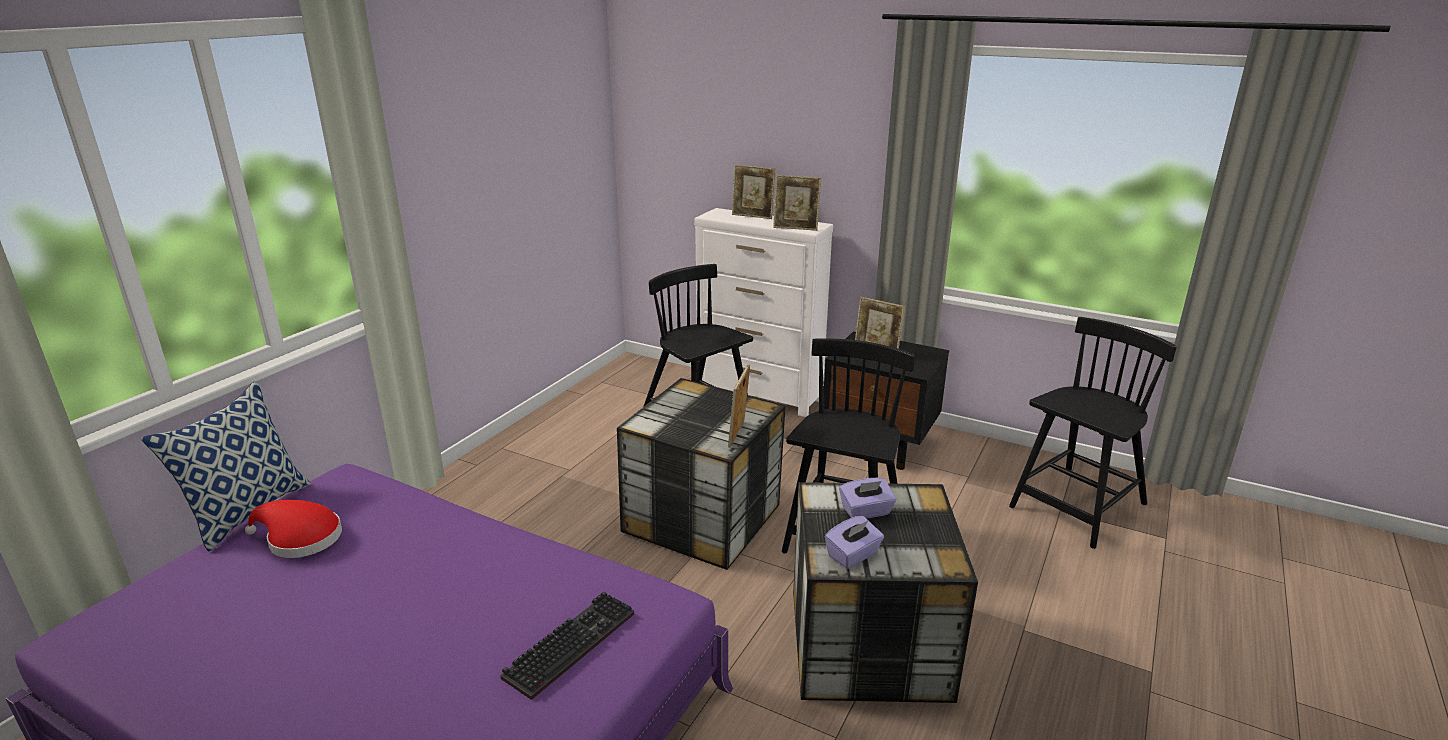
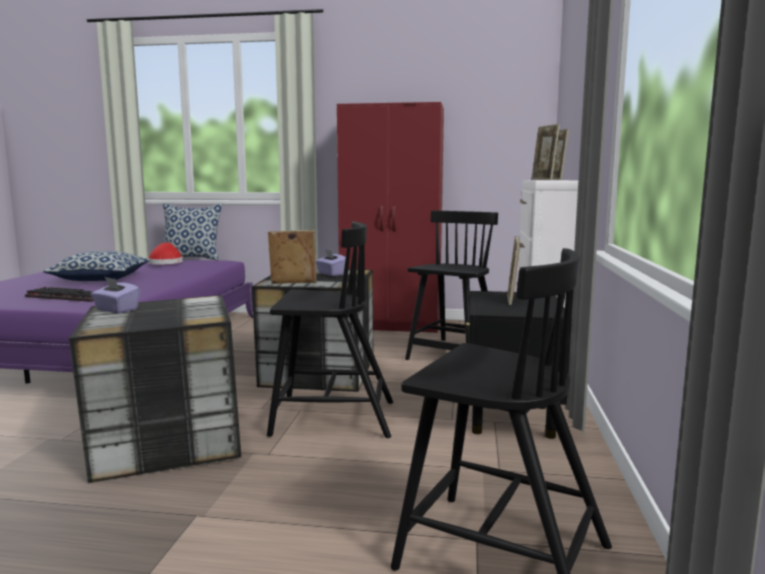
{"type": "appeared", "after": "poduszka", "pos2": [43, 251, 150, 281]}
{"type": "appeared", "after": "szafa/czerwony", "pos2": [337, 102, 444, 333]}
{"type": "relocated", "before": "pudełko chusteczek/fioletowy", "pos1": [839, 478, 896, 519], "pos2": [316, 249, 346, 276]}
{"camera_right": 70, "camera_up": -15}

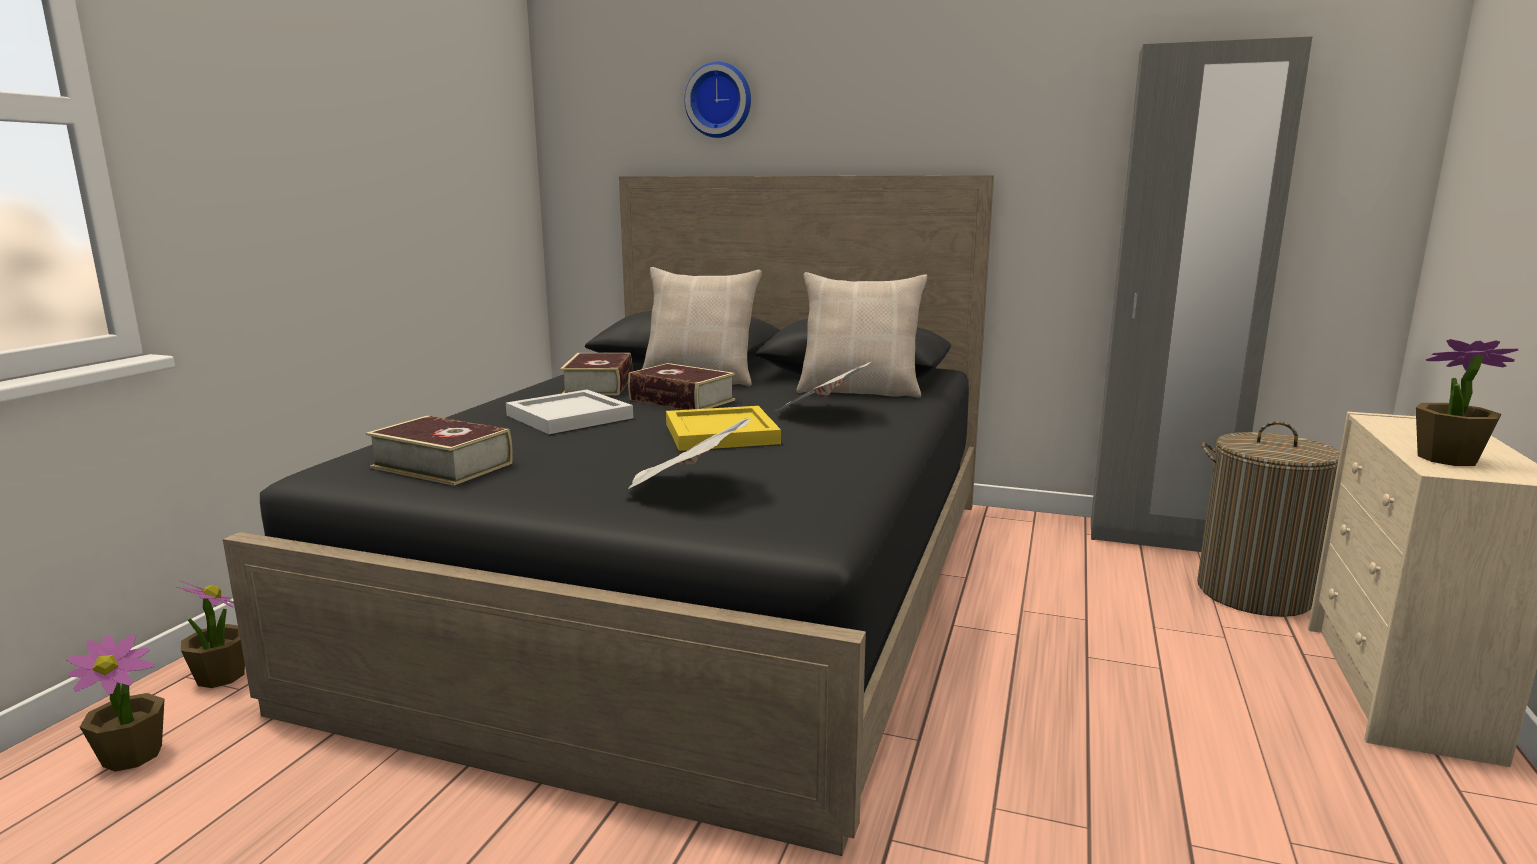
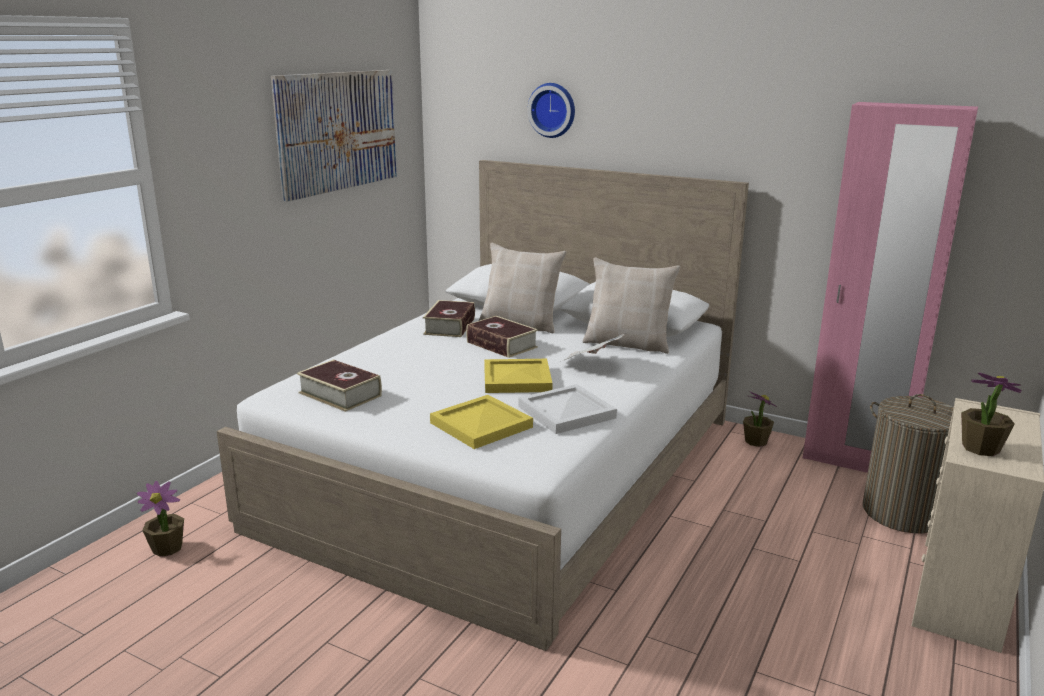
{"type": "appeared", "after": "obraz", "pos2": [271, 70, 397, 202]}
{"type": "relocated", "before": "roślina doniczkowa", "pos1": [176, 581, 245, 688], "pos2": [743, 391, 777, 447]}
{"type": "relocated", "before": "taca/biały", "pos1": [506, 390, 633, 434], "pos2": [518, 384, 617, 434]}
{"type": "exchanged", "before": "gazeta", "after": "taca/żółty", "pos1": [628, 418, 751, 488], "pos2": [430, 395, 533, 449]}
{"type": "colour", "before": "łóżko/czarny", "after": "łóżko/biały", "pos1": [223, 175, 994, 856], "pos2": [217, 160, 749, 651]}
{"type": "colour", "before": "szafa/szary", "after": "szafa/różowy", "pos1": [1091, 36, 1313, 552], "pos2": [803, 102, 978, 473]}
{"camera_right": 10, "camera_up": 5}

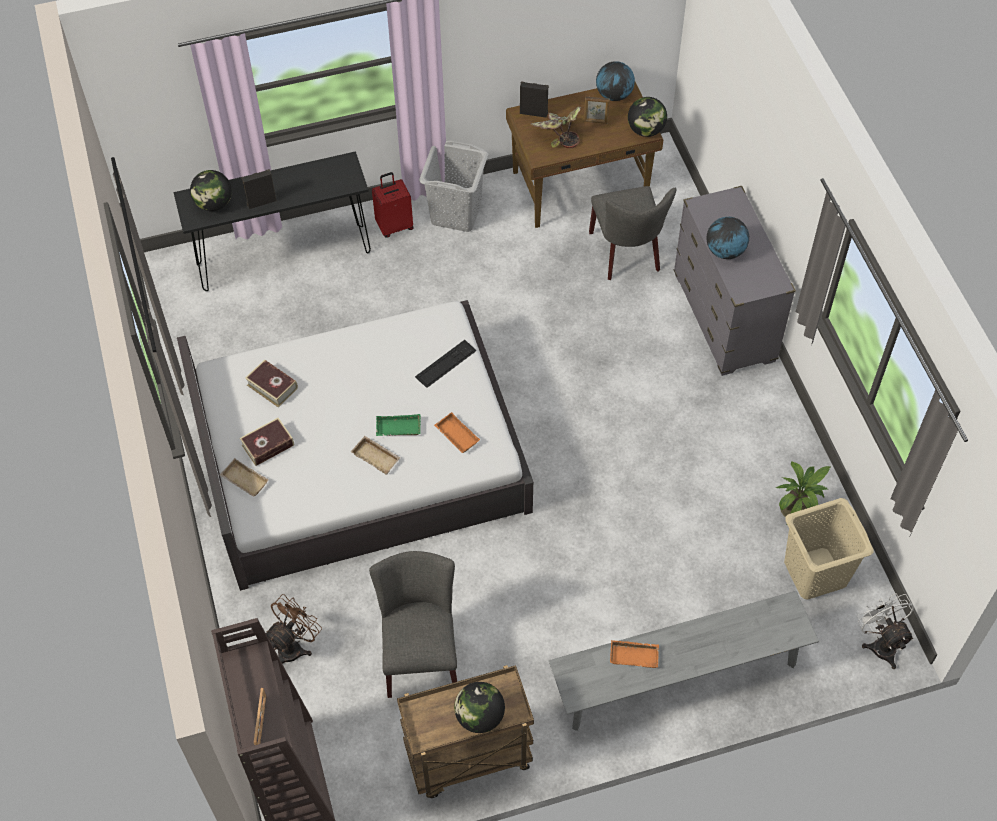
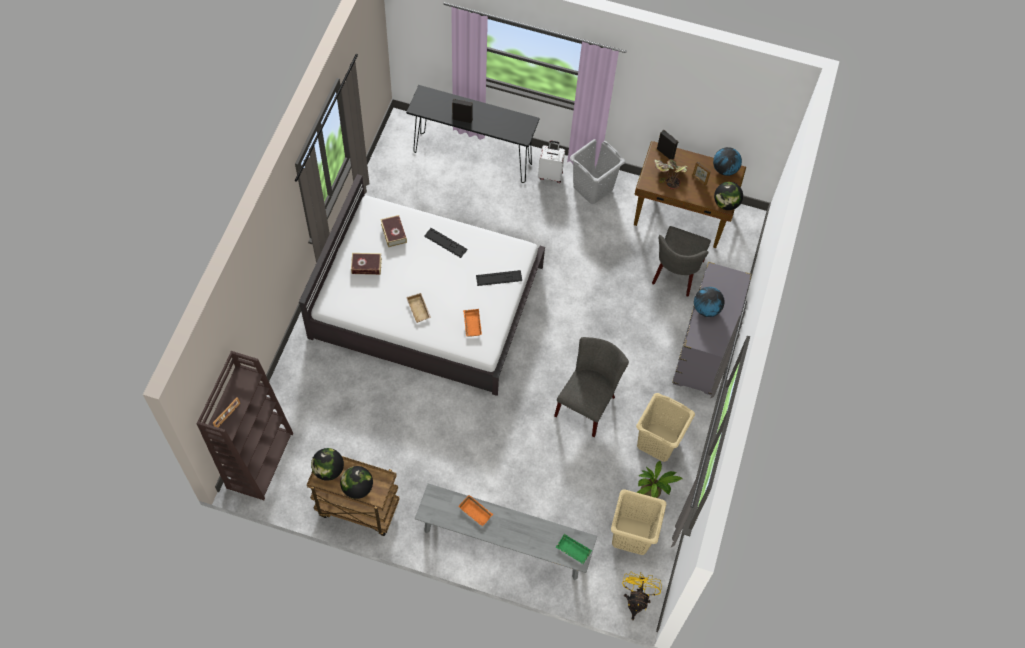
{"type": "missing", "before": "taca/beżowy", "pos1": [220, 459, 269, 497]}
{"type": "missing", "before": "wentylator/brązowy", "pos1": [266, 594, 322, 664]}
{"type": "appeared", "after": "klawiatura", "pos2": [424, 228, 468, 258]}
{"type": "appeared", "after": "kosz na pranie/beżowy", "pos2": [636, 393, 695, 462]}
{"type": "relocated", "before": "globus", "pos1": [190, 170, 232, 211], "pos2": [311, 448, 344, 481]}
{"type": "relocated", "before": "krzesło/szary", "pos1": [369, 551, 457, 698], "pos2": [554, 337, 629, 437]}
{"type": "relocated", "before": "taca/zielony", "pos1": [376, 414, 421, 436], "pos2": [556, 534, 592, 564]}
{"type": "colour", "before": "walizka/czerwony", "after": "walizka/biały", "pos1": [372, 172, 414, 238], "pos2": [538, 140, 565, 183]}
{"type": "colour", "before": "wentylator/biały", "after": "wentylator/żółty", "pos1": [858, 593, 914, 669], "pos2": [622, 572, 662, 620]}
{"camera_right": 30, "camera_up": 5}

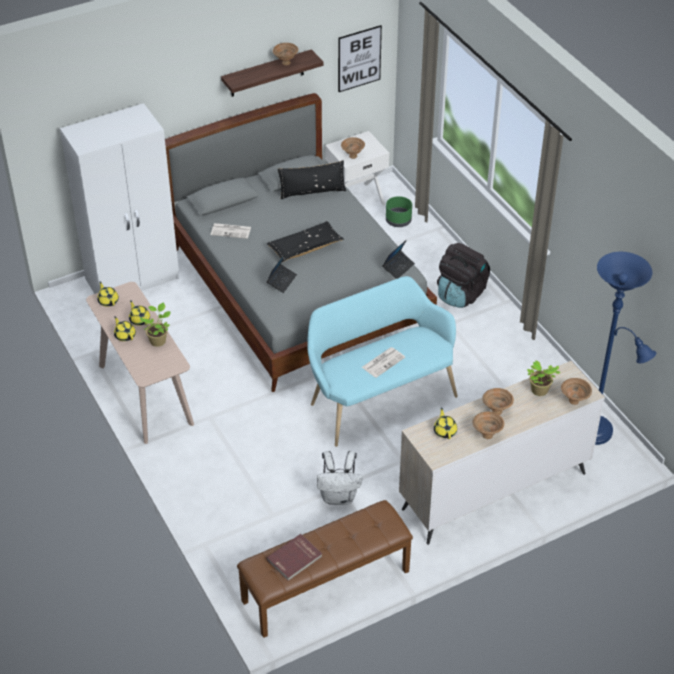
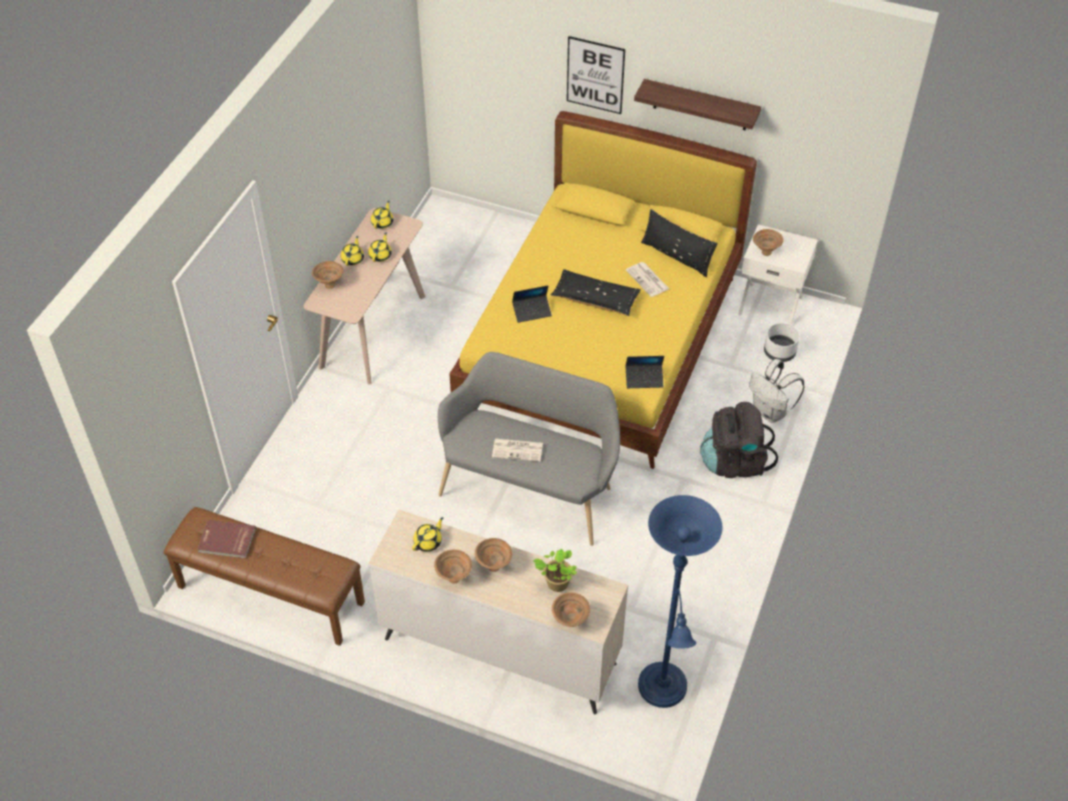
{"type": "missing", "before": "szafa/biały", "pos1": [60, 103, 179, 294]}
{"type": "missing", "before": "roślina doniczkowa", "pos1": [139, 302, 171, 347]}
{"type": "relocated", "before": "gazeta", "pos1": [211, 223, 251, 239], "pos2": [626, 262, 669, 297]}
{"type": "relocated", "before": "miska/brązowy", "pos1": [273, 43, 298, 66], "pos2": [312, 261, 344, 289]}
{"type": "relocated", "before": "plecak/biały", "pos1": [317, 451, 363, 505], "pos2": [749, 359, 805, 423]}
{"type": "relocated", "before": "obraz", "pos1": [338, 25, 382, 92], "pos2": [567, 36, 625, 114]}
{"type": "colour", "before": "łóżko/szary", "after": "łóżko/żółty", "pos1": [165, 93, 437, 392], "pos2": [449, 111, 757, 469]}
{"type": "colour", "before": "ławka/turkusowy", "after": "ławka/szary", "pos1": [307, 276, 458, 447], "pos2": [438, 352, 620, 546]}
{"type": "colour", "before": "donica/zielony", "after": "donica/biały", "pos1": [386, 196, 412, 227], "pos2": [764, 323, 800, 362]}
{"camera_right": 50, "camera_up": 5}

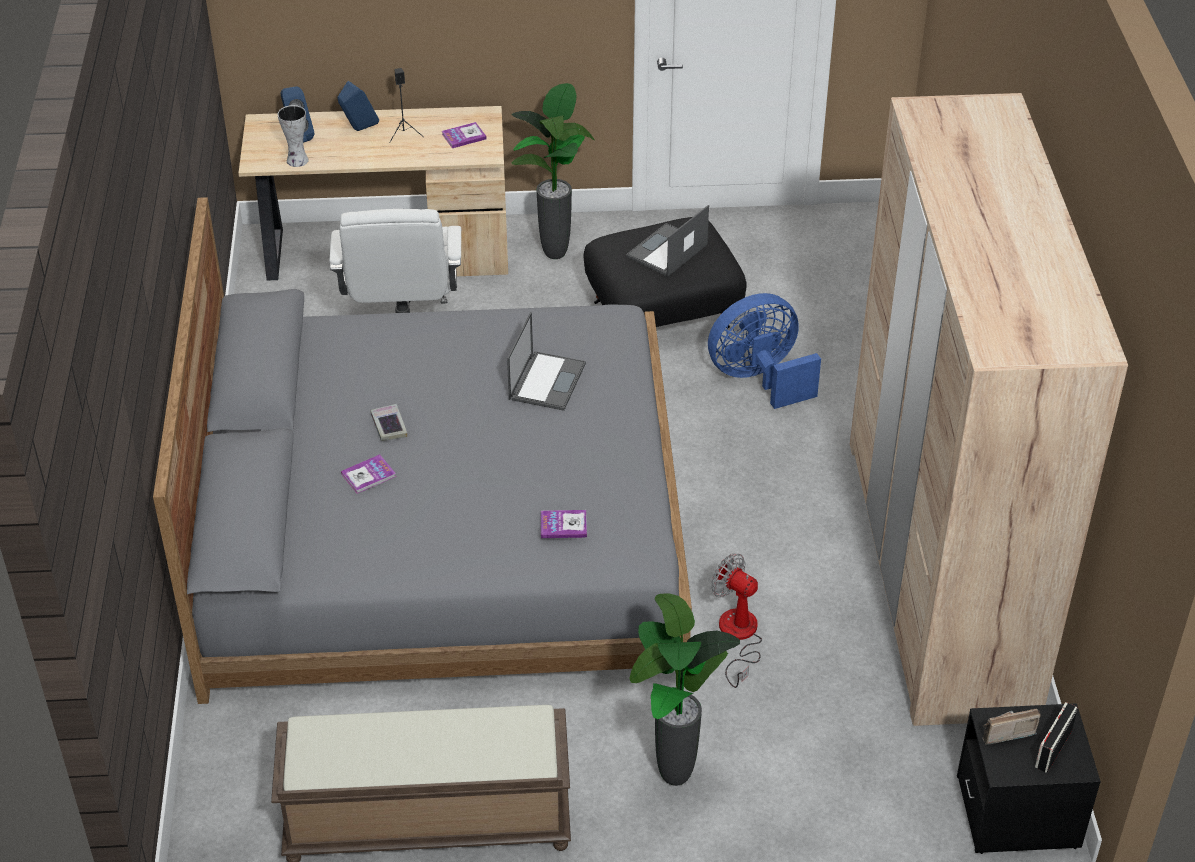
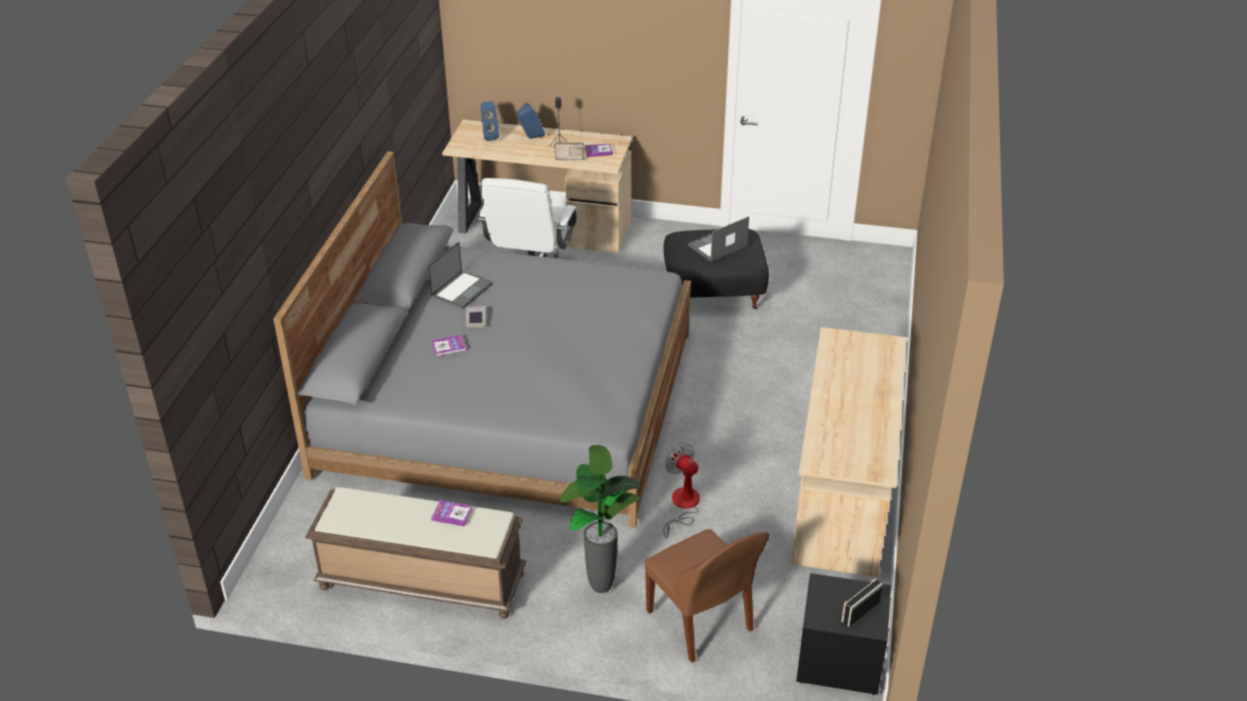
{"type": "missing", "before": "wazon", "pos1": [278, 105, 309, 167]}
{"type": "missing", "before": "roślina doniczkowa", "pos1": [511, 83, 595, 259]}
{"type": "missing", "before": "wentylator/niebieski", "pos1": [708, 293, 821, 409]}
{"type": "appeared", "after": "krzesło/brązowy", "pos2": [644, 529, 770, 663]}
{"type": "relocated", "before": "laptop", "pos1": [507, 312, 586, 411], "pos2": [427, 242, 493, 309]}
{"type": "relocated", "before": "książka", "pos1": [541, 510, 587, 538], "pos2": [431, 500, 473, 526]}
{"type": "relocated", "before": "radio", "pos1": [982, 709, 1041, 745], "pos2": [554, 142, 584, 160]}
{"type": "exchanged", "before": "szafa/beżowy", "after": "biurko/beżowy", "pos1": [850, 93, 1128, 726], "pos2": [792, 327, 907, 577]}
{"camera_right": 15, "camera_up": -5}

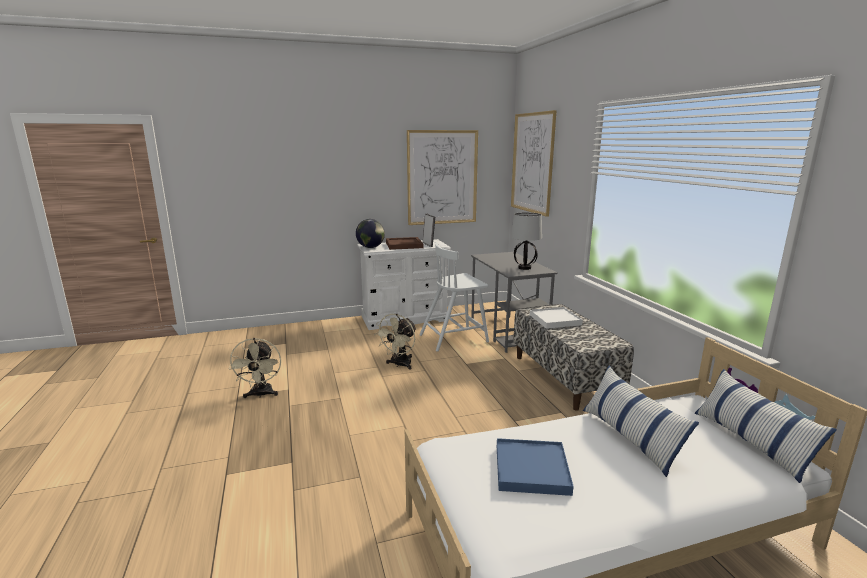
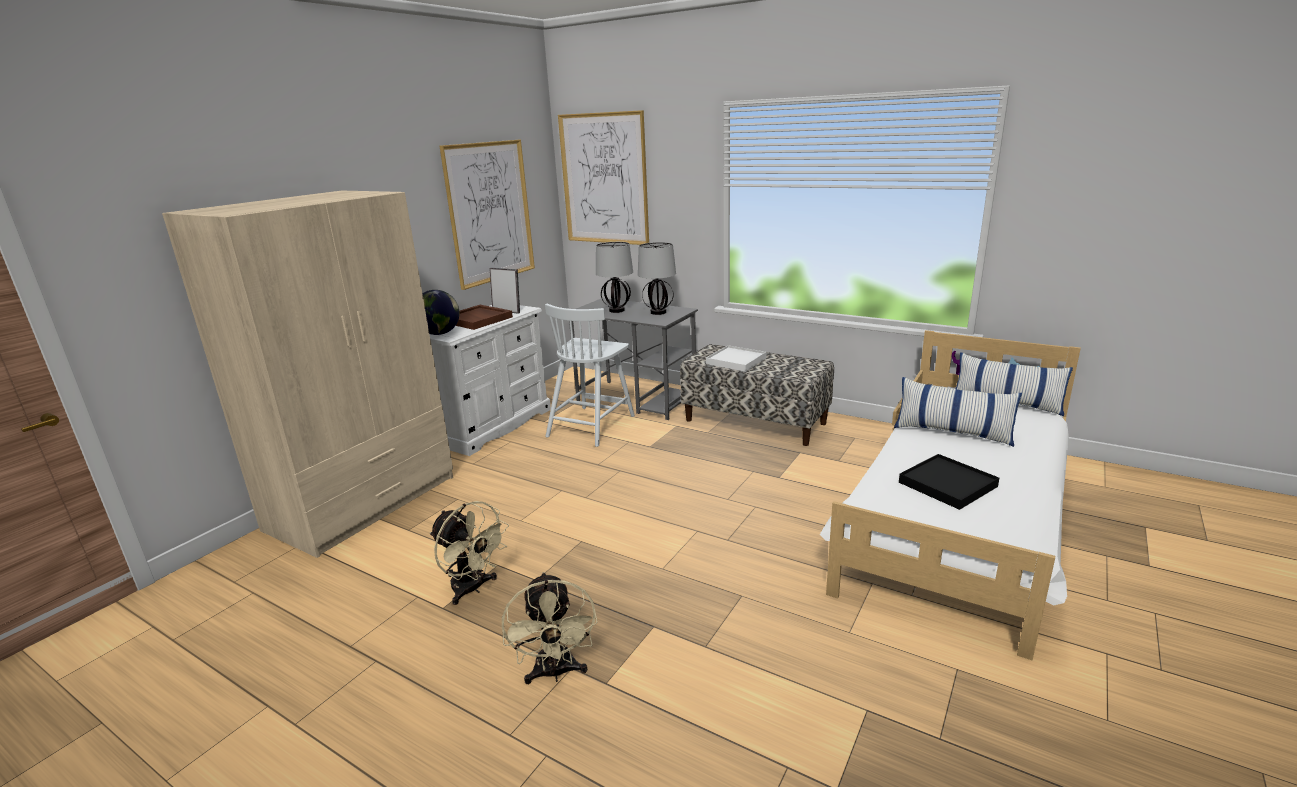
{"type": "appeared", "after": "szafa/beżowy", "pos2": [162, 191, 453, 558]}
{"type": "appeared", "after": "lampa stołowa", "pos2": [596, 242, 633, 313]}
{"type": "relocated", "before": "wentylator/beżowy", "pos1": [374, 314, 417, 370], "pos2": [502, 572, 597, 684]}
{"type": "colour", "before": "taca/niebieski", "after": "taca/czarny", "pos1": [497, 438, 574, 496], "pos2": [899, 454, 999, 510]}
{"camera_right": -40, "camera_up": 5}

